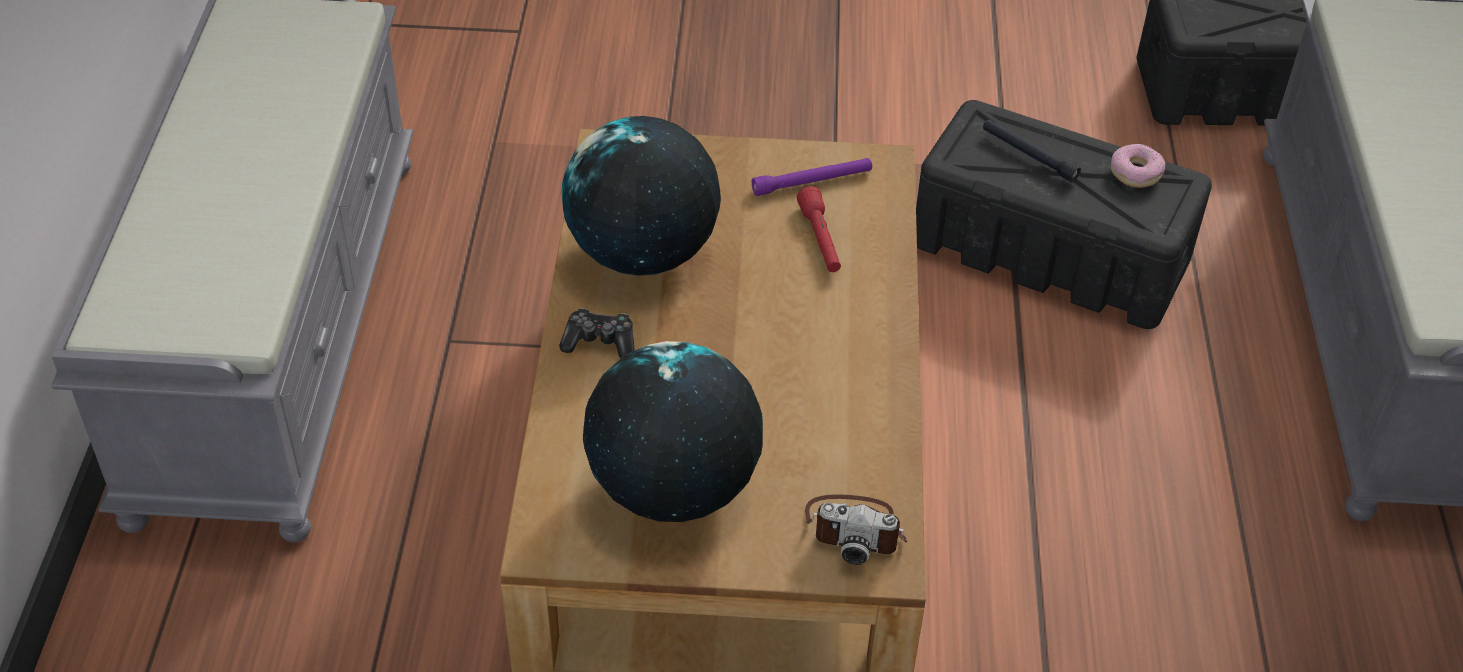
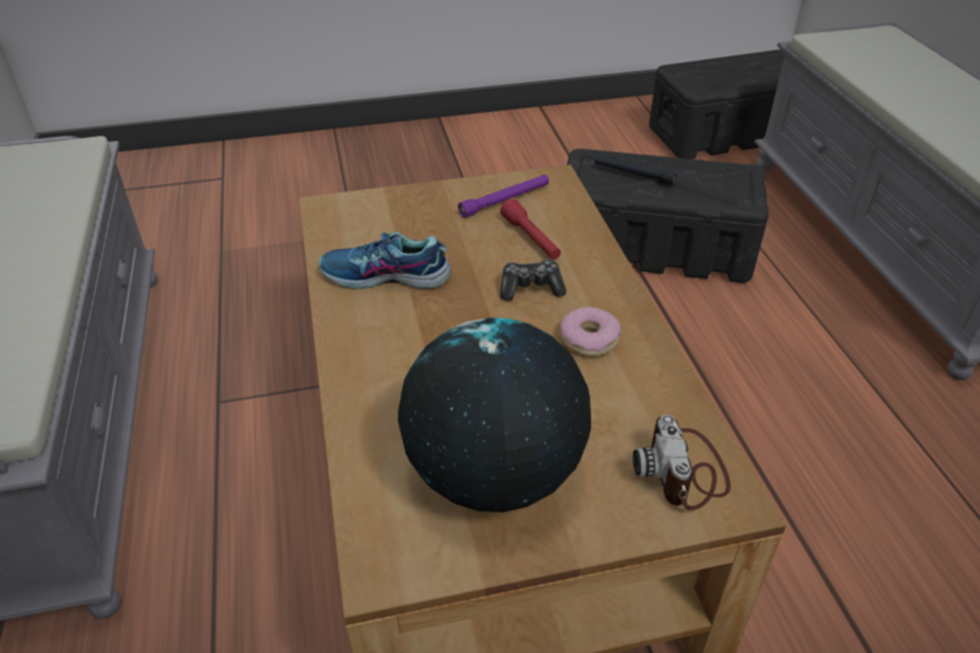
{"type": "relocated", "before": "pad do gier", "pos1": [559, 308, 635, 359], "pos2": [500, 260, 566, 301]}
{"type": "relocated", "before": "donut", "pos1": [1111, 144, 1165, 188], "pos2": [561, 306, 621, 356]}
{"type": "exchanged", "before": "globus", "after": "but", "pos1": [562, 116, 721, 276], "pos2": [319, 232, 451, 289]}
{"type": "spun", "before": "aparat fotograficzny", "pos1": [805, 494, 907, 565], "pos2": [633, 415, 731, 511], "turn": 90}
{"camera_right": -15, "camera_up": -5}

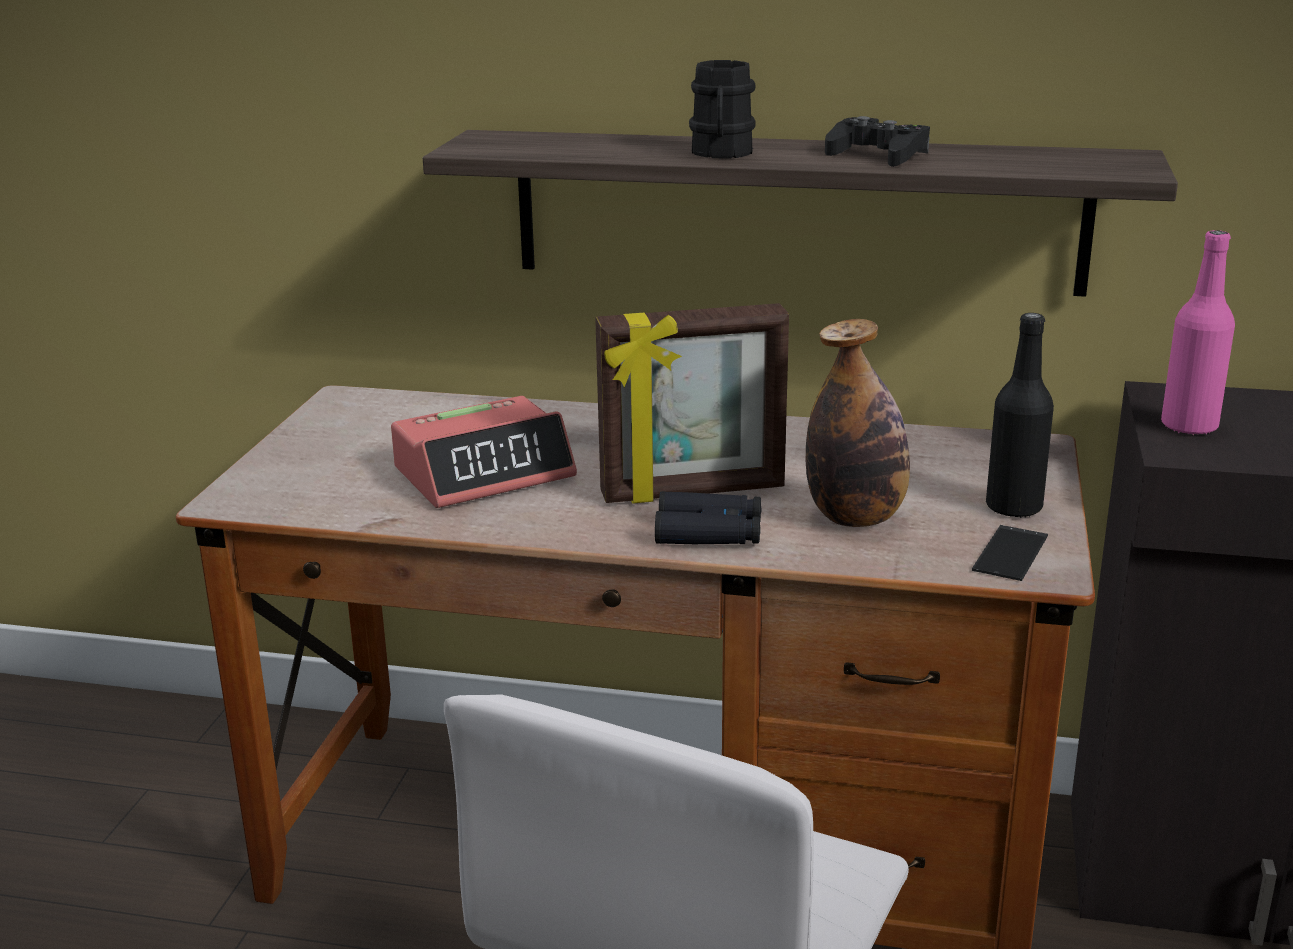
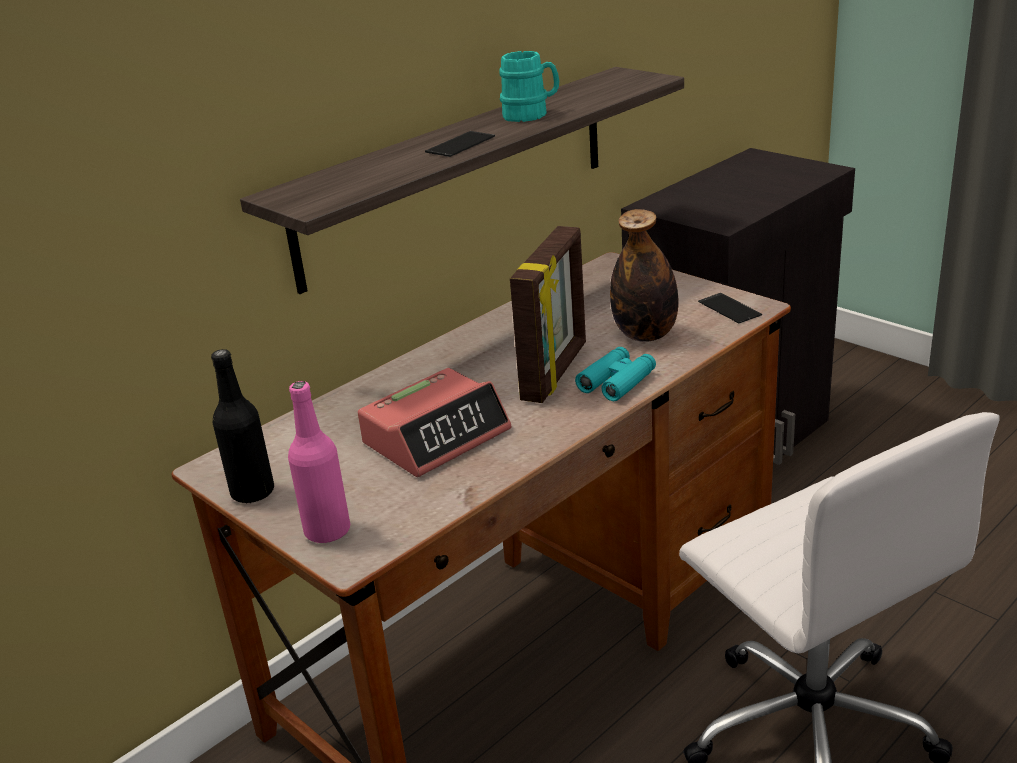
{"type": "relocated", "before": "butelka/czarny", "pos1": [986, 313, 1054, 518], "pos2": [211, 349, 274, 503]}
{"type": "relocated", "before": "butelka/różowy", "pos1": [1161, 230, 1235, 435], "pos2": [288, 381, 350, 544]}
{"type": "exchanged", "before": "kubek/czarny", "after": "telefon", "pos1": [689, 60, 756, 159], "pos2": [425, 131, 495, 157]}
{"type": "exchanged", "before": "pad do gier/czarny", "after": "kubek/turkusowy", "pos1": [825, 116, 930, 167], "pos2": [499, 51, 559, 122]}
{"type": "colour", "before": "lornetka/czarny", "after": "lornetka/turkusowy", "pos1": [655, 491, 762, 544], "pos2": [575, 347, 656, 401]}
{"type": "spun", "before": "budzik", "pos1": [391, 396, 577, 508], "pos2": [358, 368, 511, 477], "turn": 45}
{"camera_right": -55, "camera_up": 5}

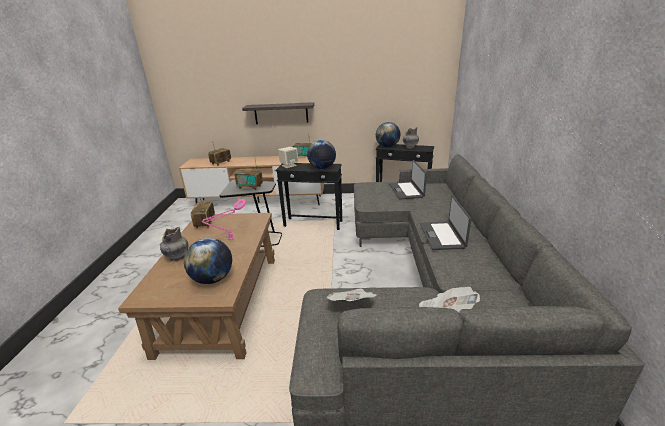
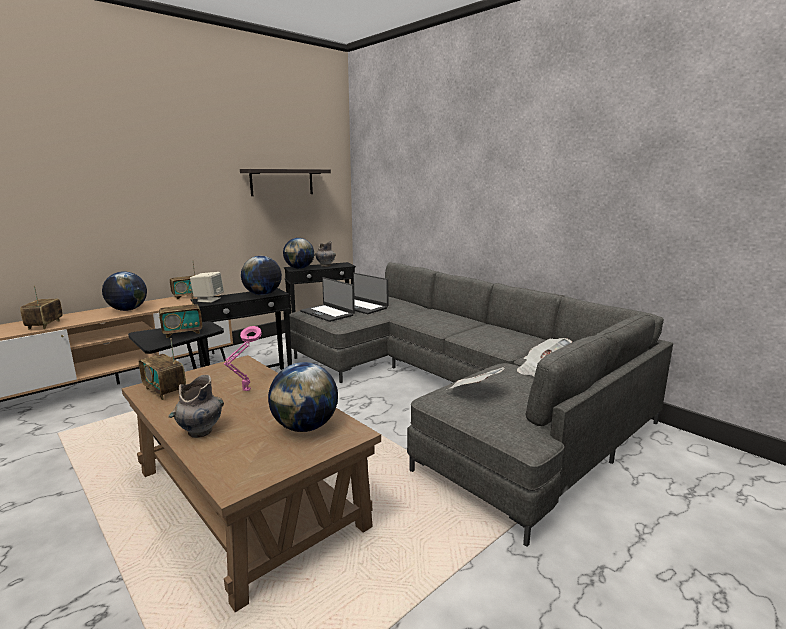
{"type": "appeared", "after": "globus", "pos2": [102, 271, 147, 311]}
{"type": "relocated", "before": "półka", "pos1": [242, 102, 314, 124], "pos2": [240, 169, 331, 196]}
{"type": "relocated", "before": "laptop", "pos1": [420, 195, 471, 250], "pos2": [300, 277, 355, 322]}
{"camera_right": -45, "camera_up": -10}

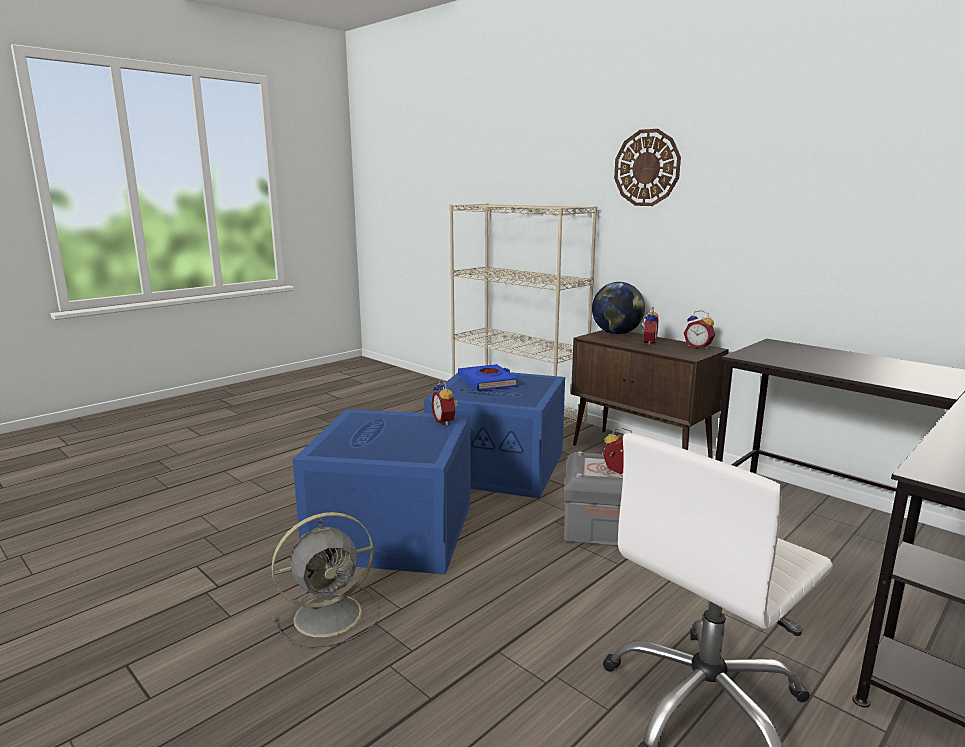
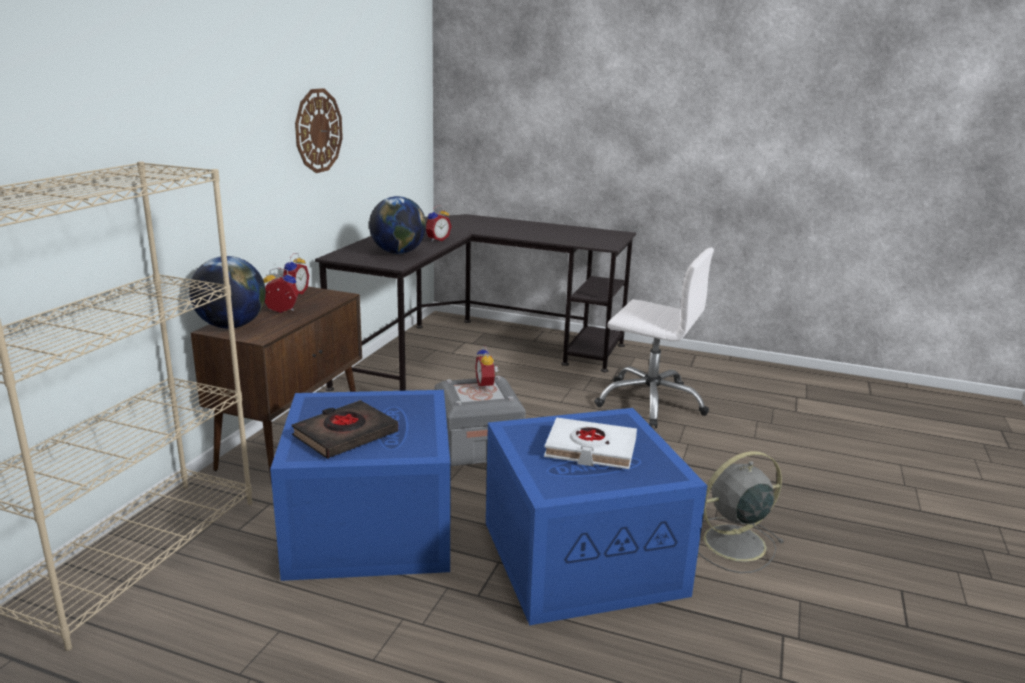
{"type": "appeared", "after": "globus", "pos2": [369, 196, 426, 254]}
{"type": "appeared", "after": "książka/biały", "pos2": [544, 417, 637, 469]}
{"type": "relocated", "before": "budzik", "pos1": [431, 380, 458, 426], "pos2": [426, 205, 452, 242]}
{"type": "relocated", "before": "zegar ścienny", "pos1": [614, 129, 681, 206], "pos2": [295, 88, 343, 173]}
{"type": "colour", "before": "książka/niebieski", "after": "książka/czarny", "pos1": [458, 364, 518, 391], "pos2": [292, 400, 398, 459]}
{"type": "spun", "before": "wentylator/szary", "pos1": [271, 512, 380, 648], "pos2": [698, 451, 783, 573], "turn": -60}
{"camera_right": -115, "camera_up": 5}

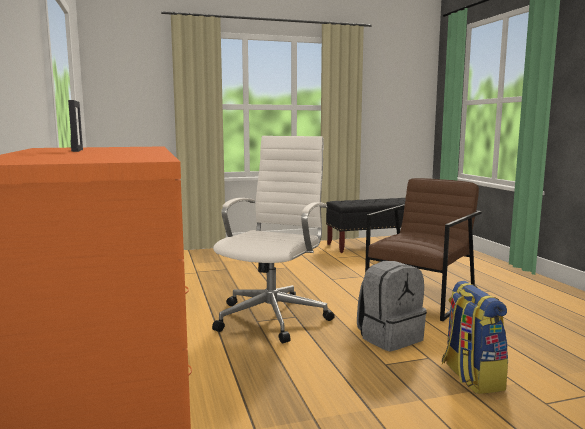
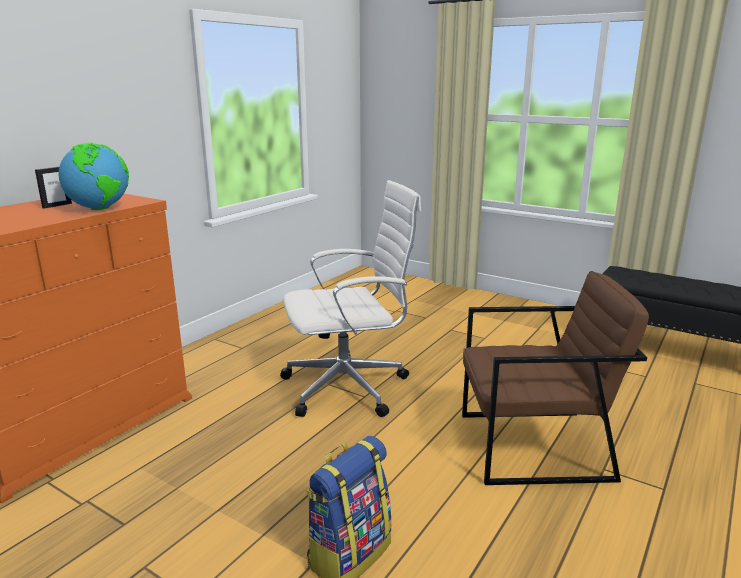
{"type": "missing", "before": "plecak/szary", "pos1": [357, 261, 427, 351]}
{"type": "appeared", "after": "globus", "pos2": [59, 143, 129, 210]}
{"camera_right": 50, "camera_up": 10}

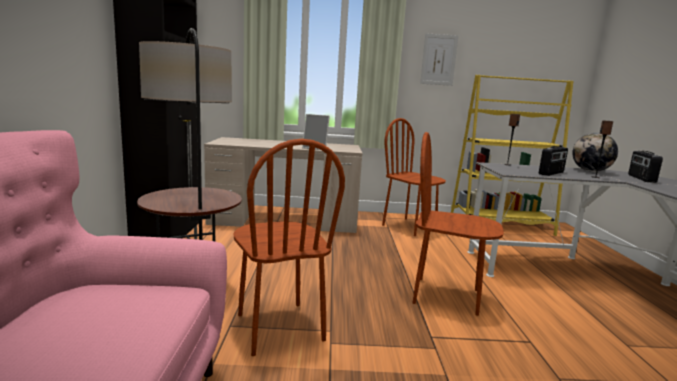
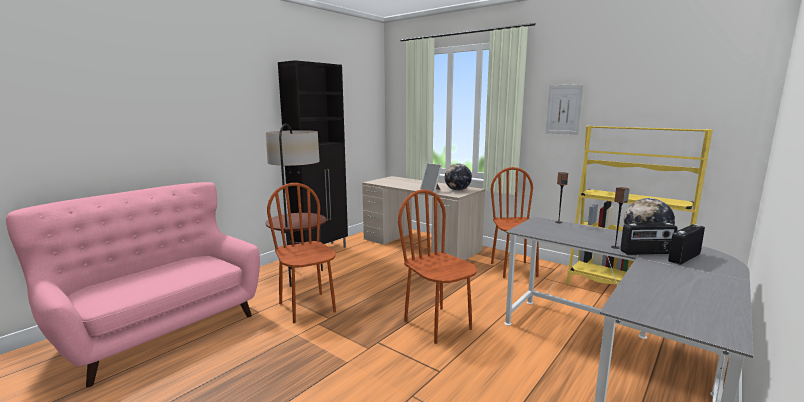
{"type": "appeared", "after": "globus", "pos2": [445, 164, 472, 191]}
{"type": "relocated", "before": "radio", "pos1": [539, 146, 568, 176], "pos2": [620, 222, 677, 255]}
{"type": "spun", "before": "krzesło/brązowy", "pos1": [233, 139, 345, 356], "pos2": [267, 183, 336, 323], "turn": 135}
{"camera_right": 40, "camera_up": 0}

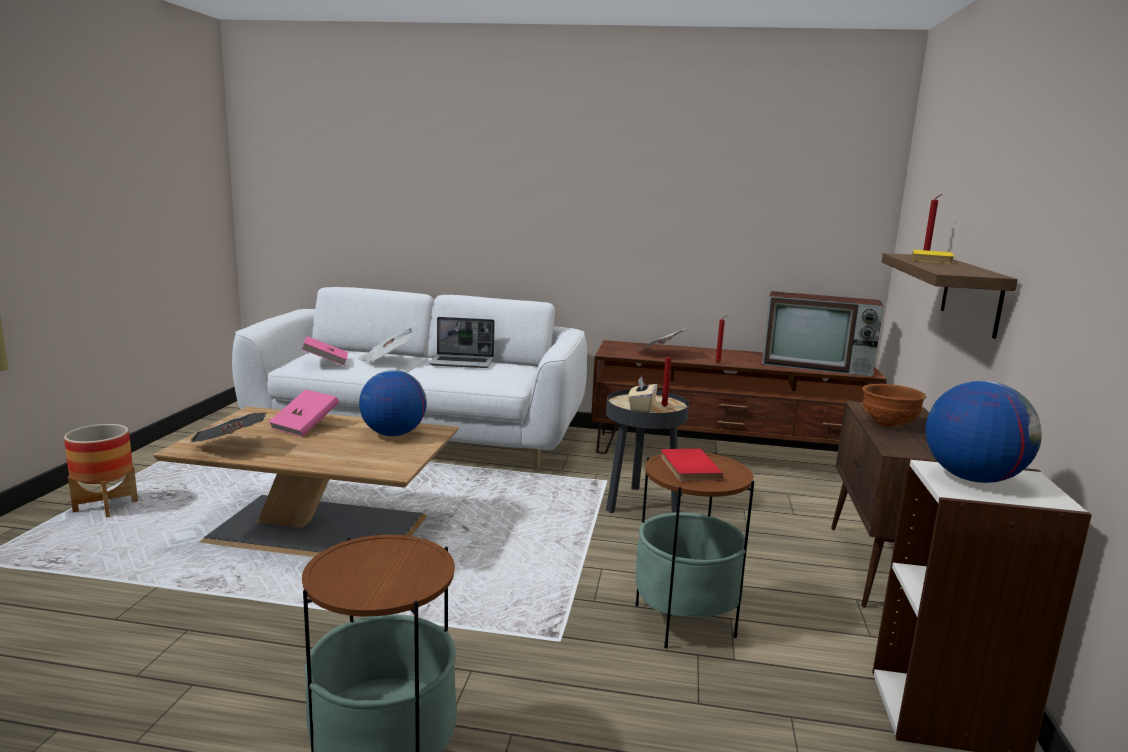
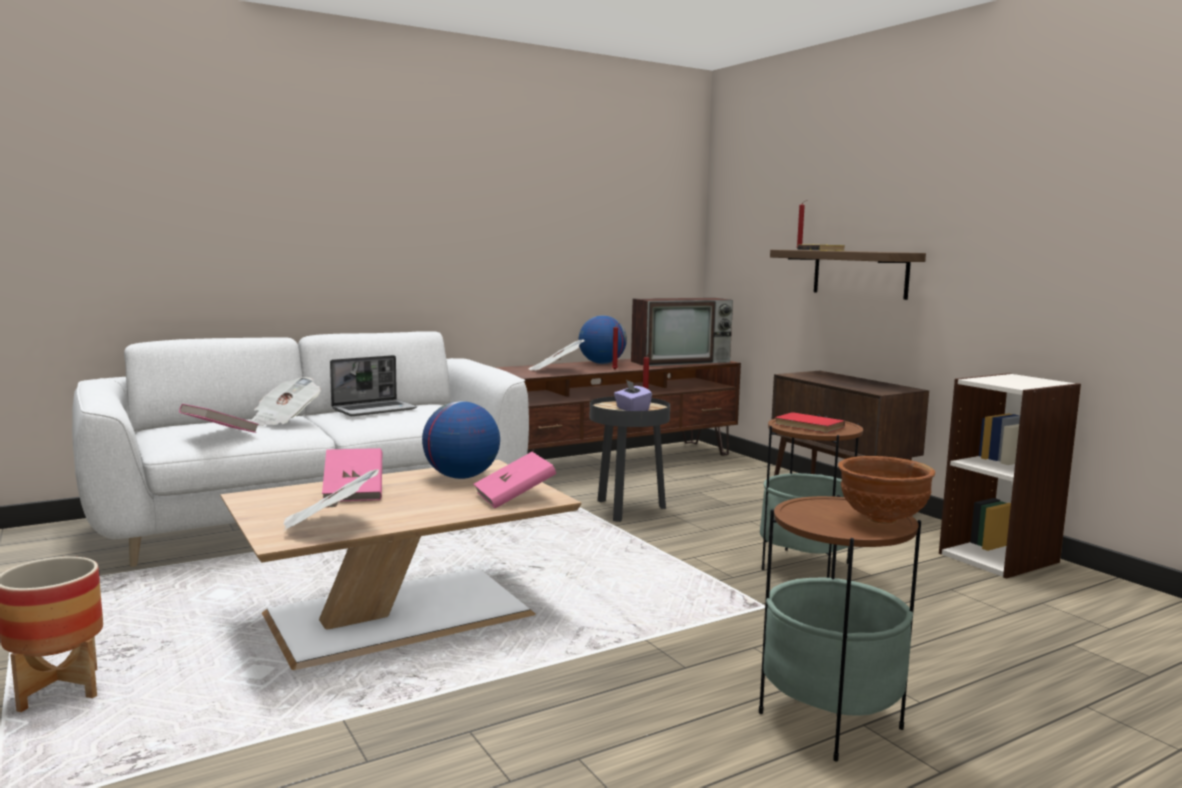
{"type": "appeared", "after": "książka/różowy", "pos2": [473, 452, 556, 508]}
{"type": "relocated", "before": "miska/brązowy", "pos1": [862, 384, 926, 427], "pos2": [838, 456, 935, 524]}
{"type": "relocated", "before": "globus", "pos1": [926, 381, 1042, 483], "pos2": [578, 315, 627, 364]}
{"type": "colour", "before": "pudełko chusteczek/beżowy", "after": "pudełko chusteczek/fioletowy", "pos1": [628, 376, 658, 413], "pos2": [614, 380, 652, 411]}
{"camera_right": -40, "camera_up": -5}

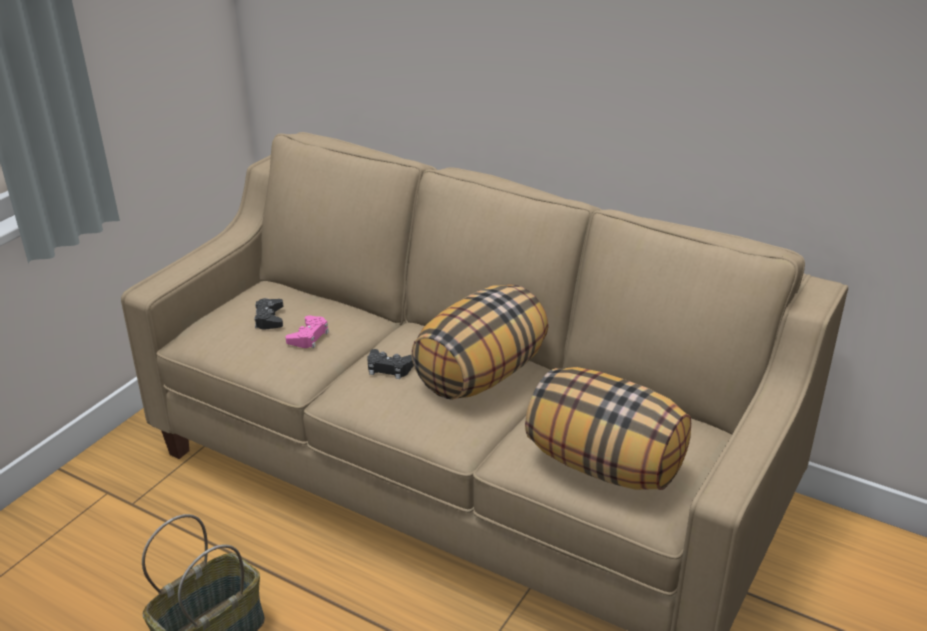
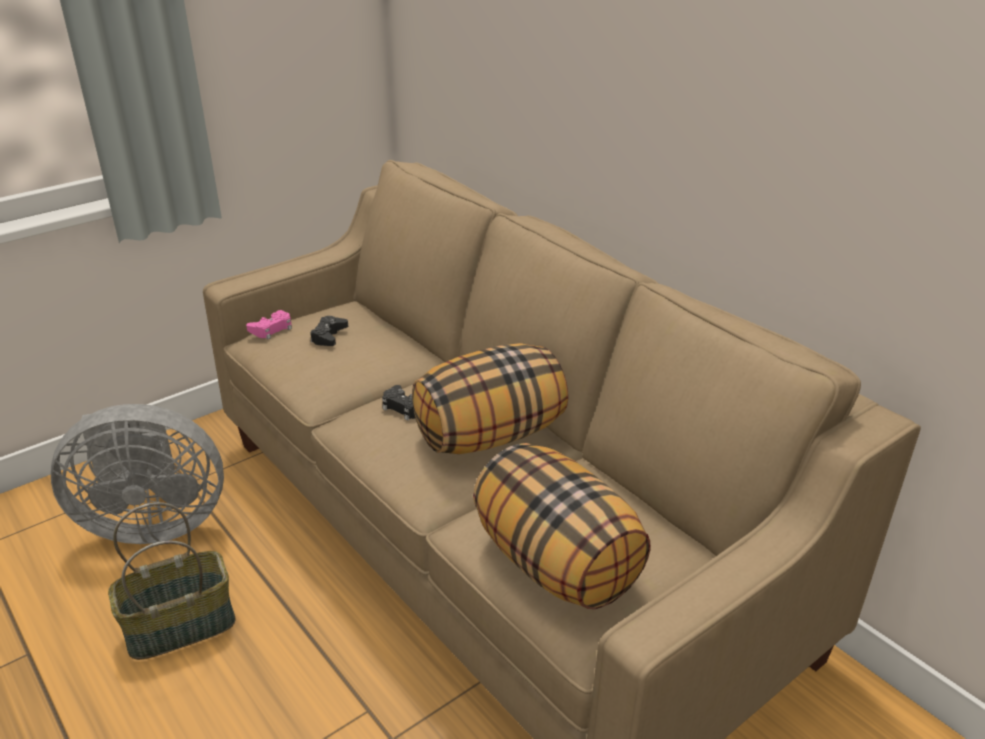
{"type": "appeared", "after": "wentylator/szary", "pos2": [51, 404, 224, 544]}
{"type": "relocated", "before": "pad do gier/różowy", "pos1": [286, 315, 329, 348], "pos2": [246, 310, 292, 339]}
{"camera_right": 20, "camera_up": 0}

